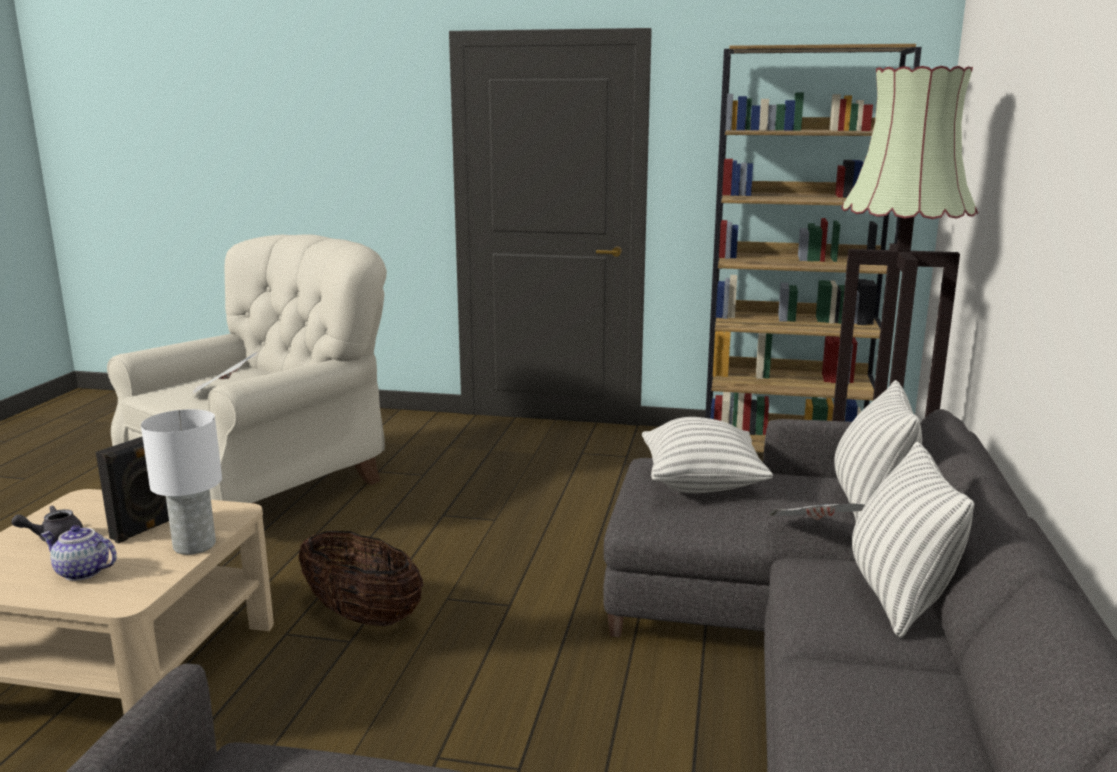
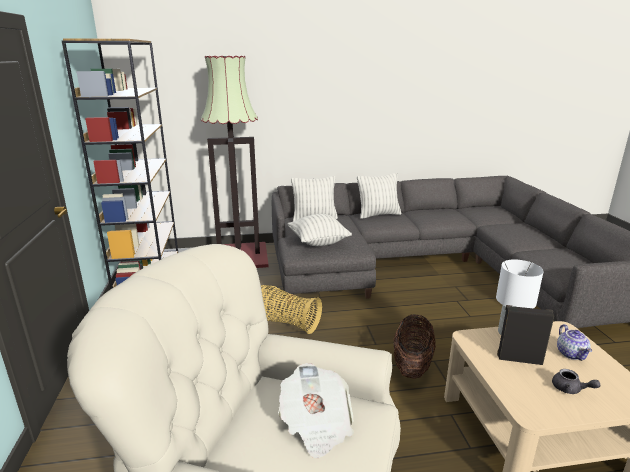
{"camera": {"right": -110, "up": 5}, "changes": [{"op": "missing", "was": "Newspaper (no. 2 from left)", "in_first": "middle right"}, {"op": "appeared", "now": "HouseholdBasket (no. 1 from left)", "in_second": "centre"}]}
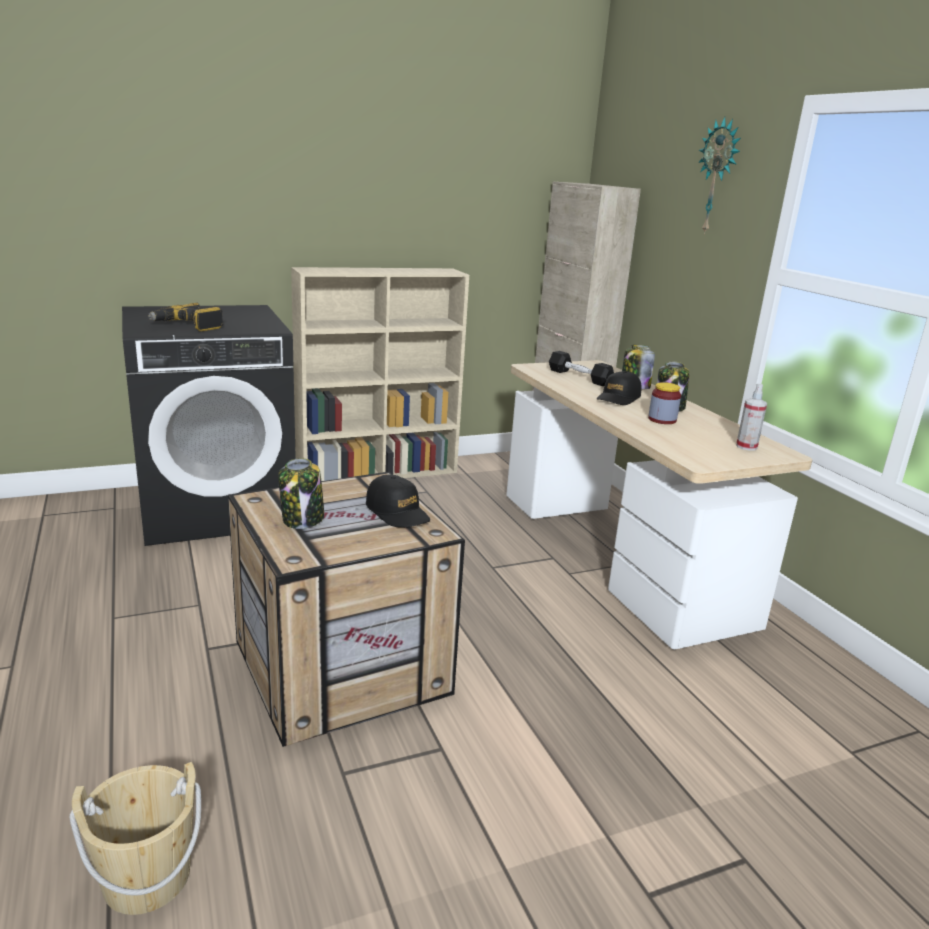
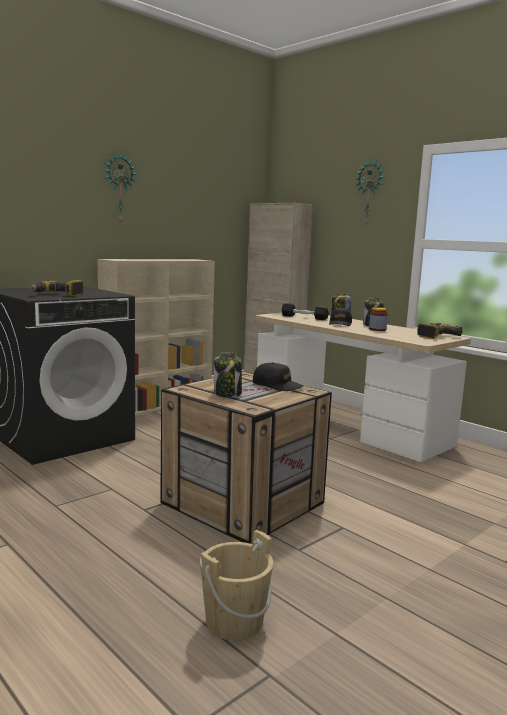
{"camera": {"right": -20, "up": -10}, "changes": [{"op": "appeared", "now": "HangingClock (no. 1 from left)", "in_second": "top left"}, {"op": "exchanged", "was": "SprayBottle", "now": "Drill (no. 2 from left)", "in_first": "middle right", "in_second": "middle right"}]}
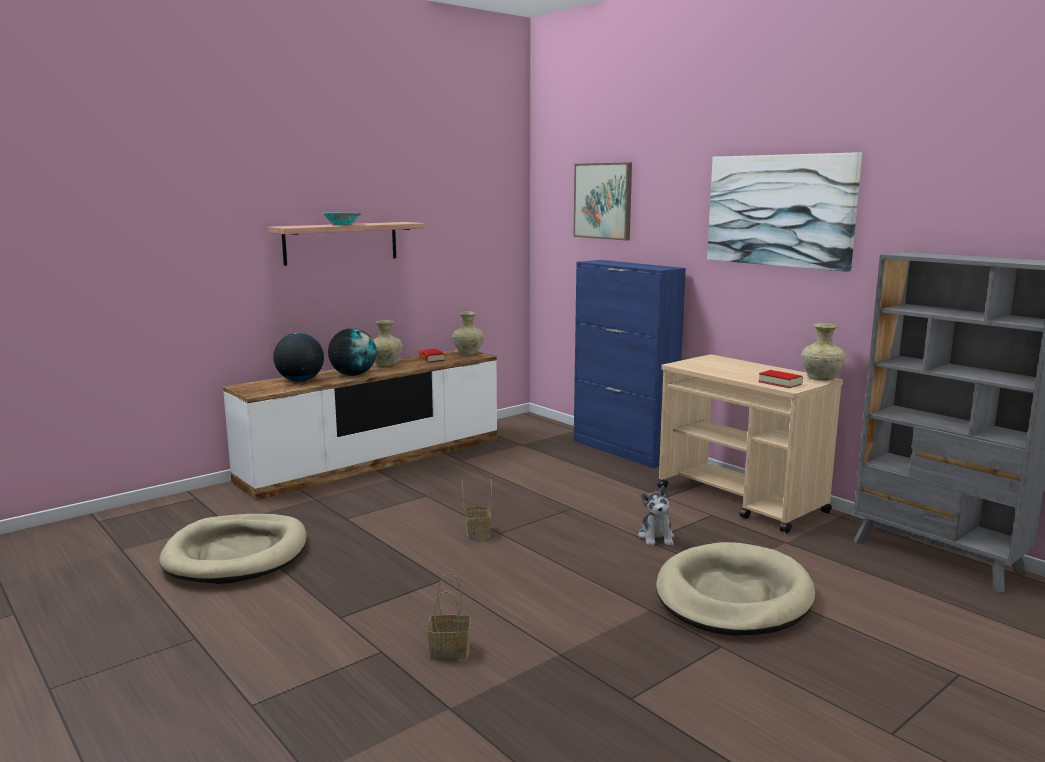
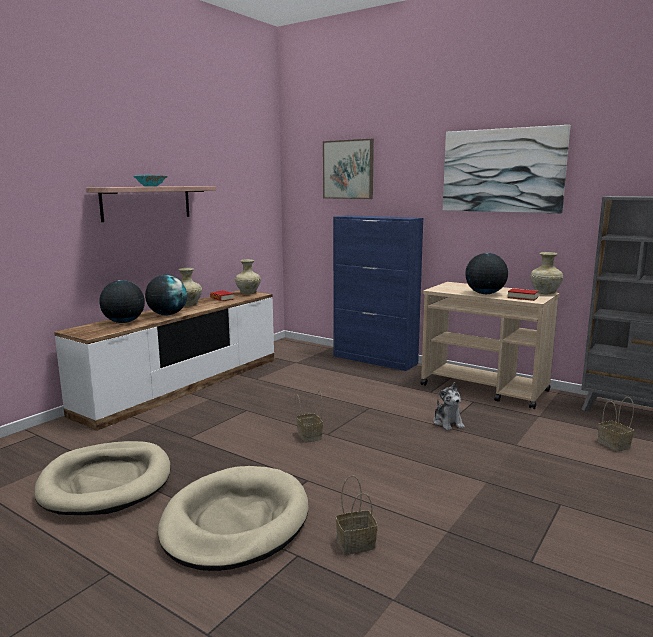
{"camera": {"right": -15, "up": 0}, "changes": [{"op": "appeared", "now": "WorldGlobe (no. 3 from left)", "in_second": "middle right"}, {"op": "appeared", "now": "HouseholdBasket (no. 3 from left)", "in_second": "middle right"}, {"op": "relocated", "was": "BeigeColouredPetBed (no. 2 from left)", "in_first": "bottom right", "in_second": "bottom centre"}]}
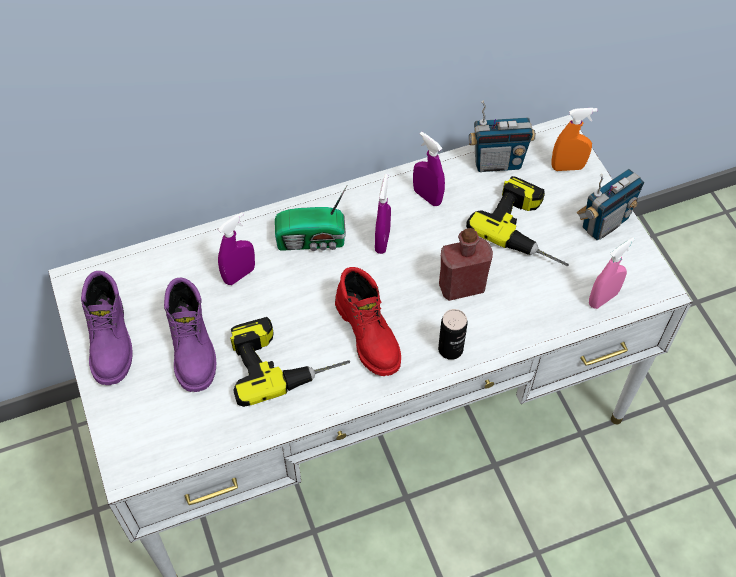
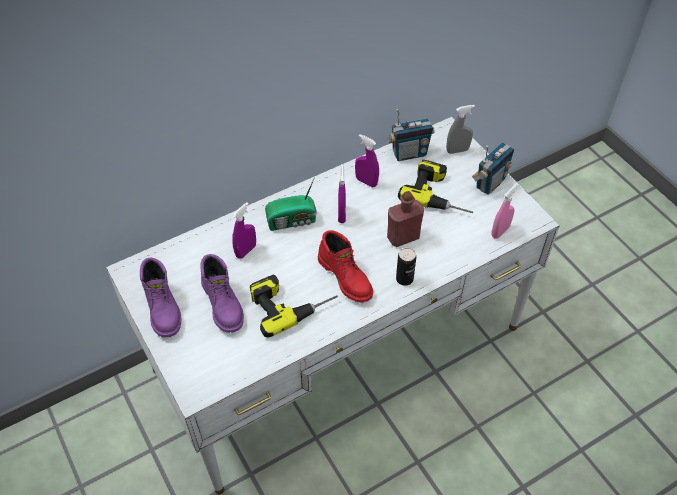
{"camera": {"right": -10, "up": -5}, "changes": [{"op": "colour", "was": "OrangeSprayBottle", "now": "GreySprayBottle", "in_first": "top right", "in_second": "top right"}]}
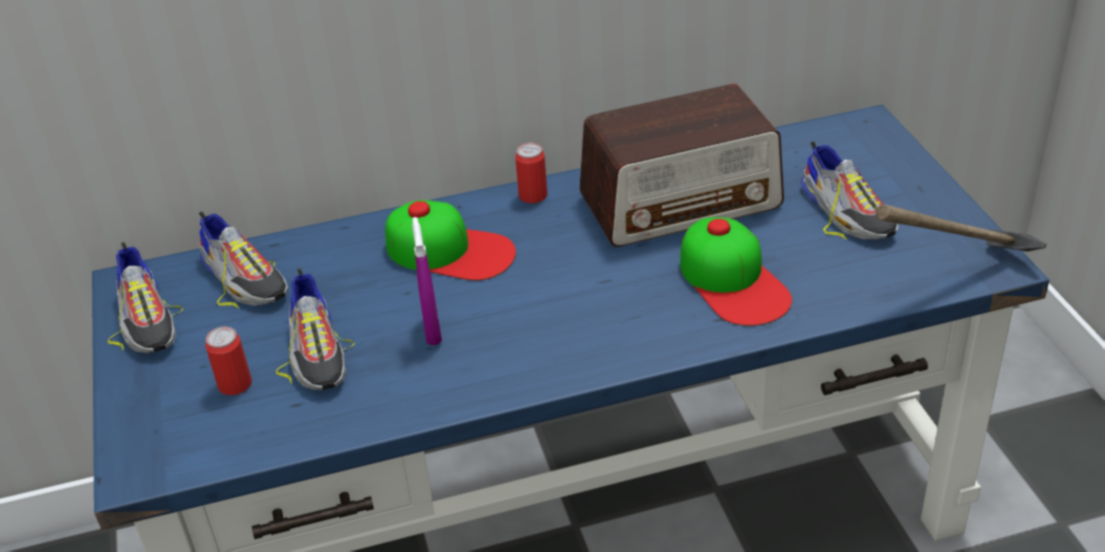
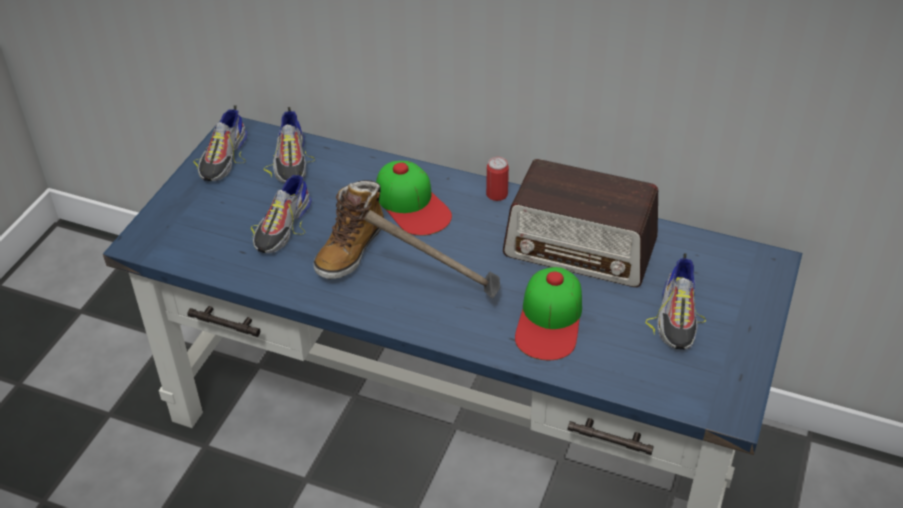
{"camera": {"right": 35, "up": 5}, "changes": [{"op": "missing", "was": "MetalCan (no. 1 from left)", "in_first": "middle left"}, {"op": "relocated", "was": "ToolHammer", "in_first": "middle right", "in_second": "centre"}, {"op": "exchanged", "was": "PurplishSprayBottle", "now": "HighTopBoot", "in_first": "centre", "in_second": "centre"}]}
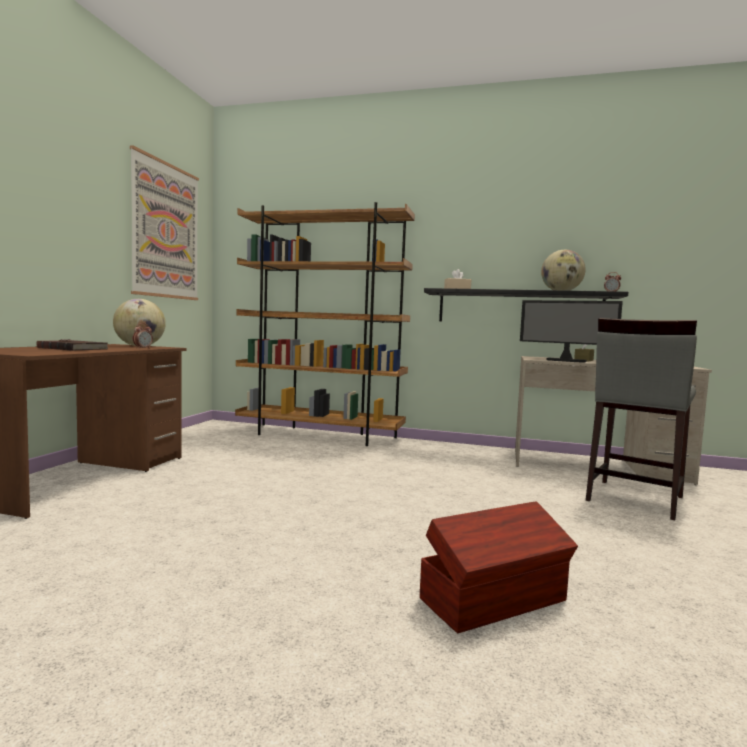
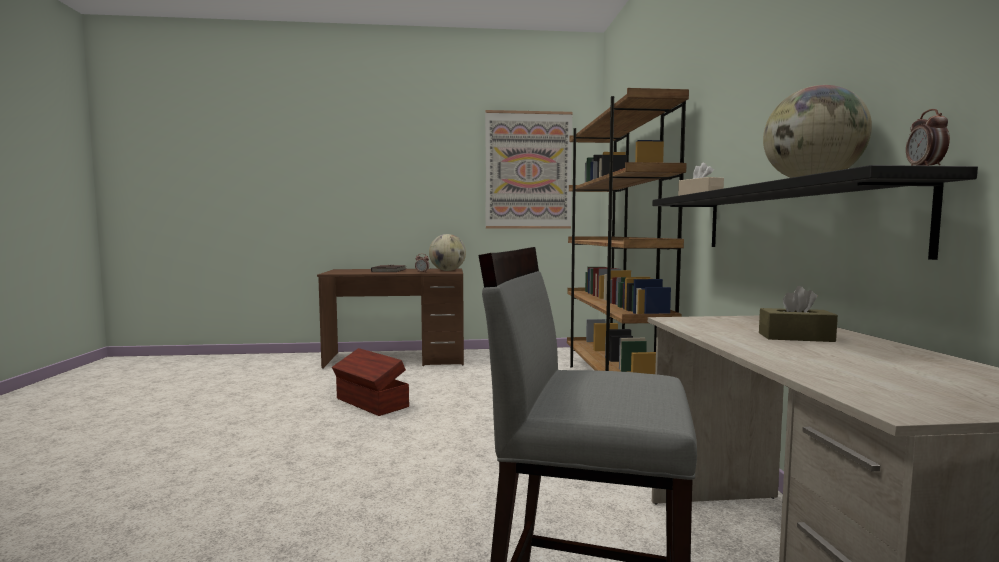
{"camera": {"right": 70, "up": 0}, "changes": [{"op": "missing", "was": "ComputerDisplay", "in_first": "middle right"}, {"op": "relocated", "was": "BrownStorageBox", "in_first": "bottom right", "in_second": "bottom centre"}]}
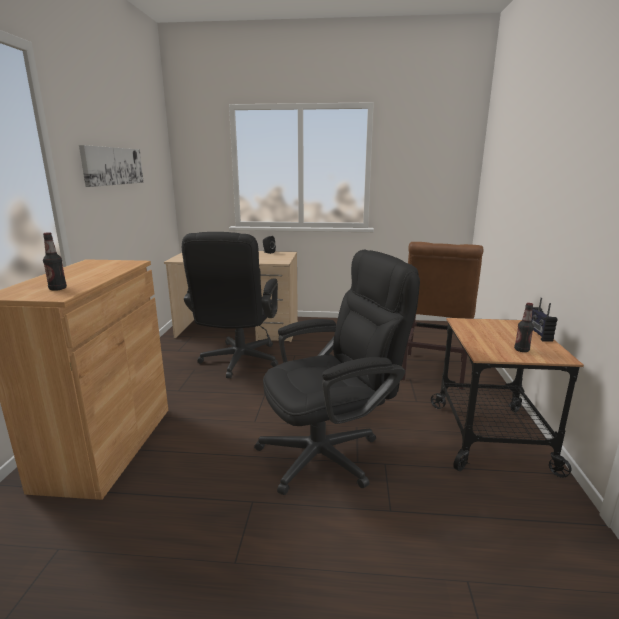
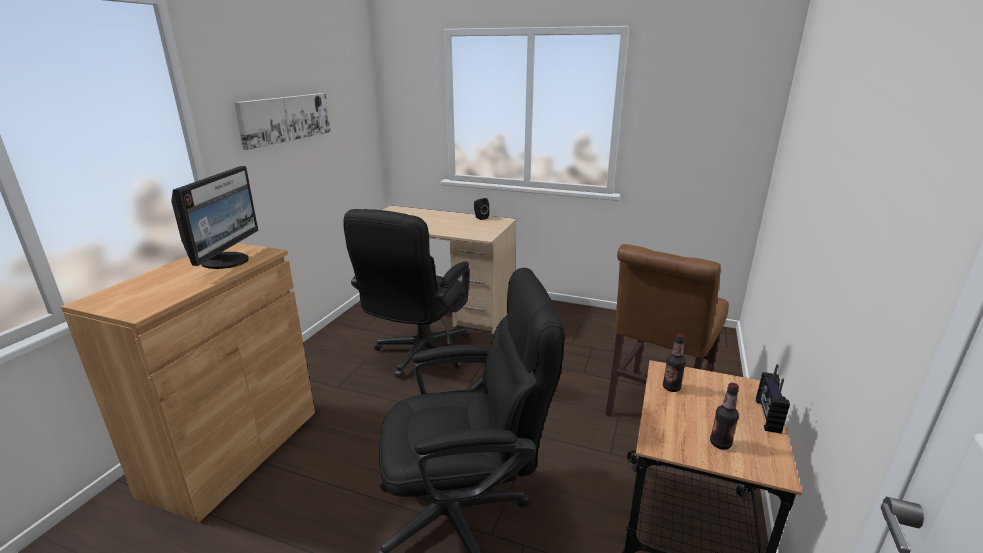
{"camera": {"right": 15, "up": 5}, "changes": [{"op": "appeared", "now": "ComputerDisplay", "in_second": "middle left"}, {"op": "relocated", "was": "DrinkBottle (no. 1 from left)", "in_first": "middle left", "in_second": "middle right"}]}
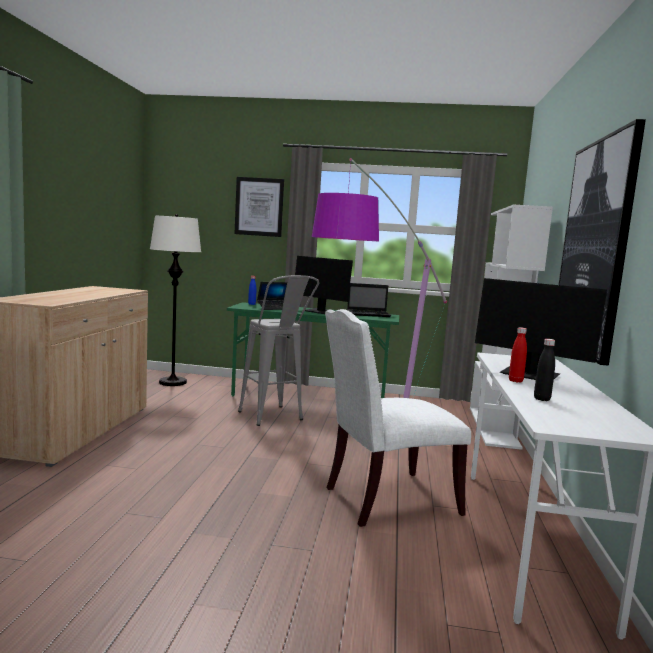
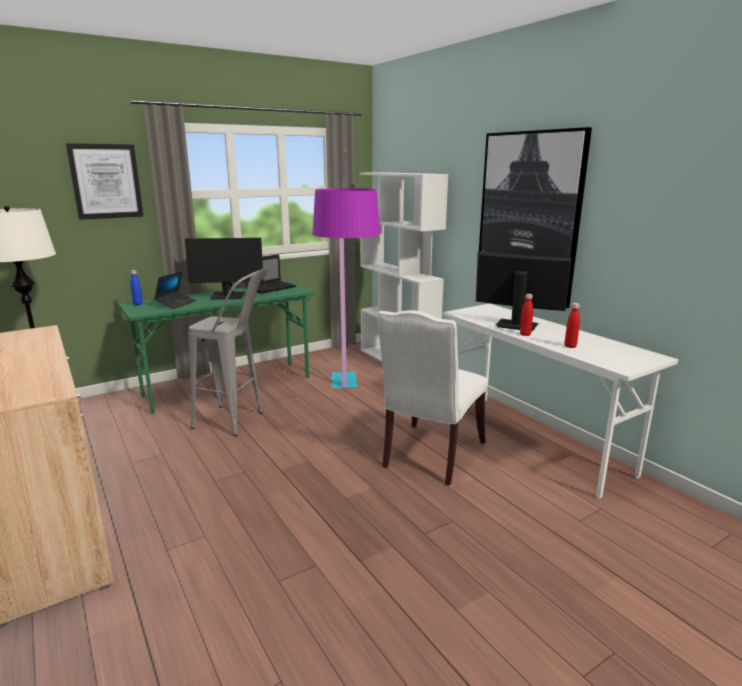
{"camera": {"right": -40, "up": 10}, "changes": [{"op": "colour", "was": "BlackishDrinkBottle", "now": "ReddishDrinkBottle (no. 2 from left)", "in_first": "middle right", "in_second": "middle right"}, {"op": "spun", "was": "ComputerDisplay (no. 2 from left)", "in_first": "middle right", "in_second": "middle right", "clockwise": -150}]}
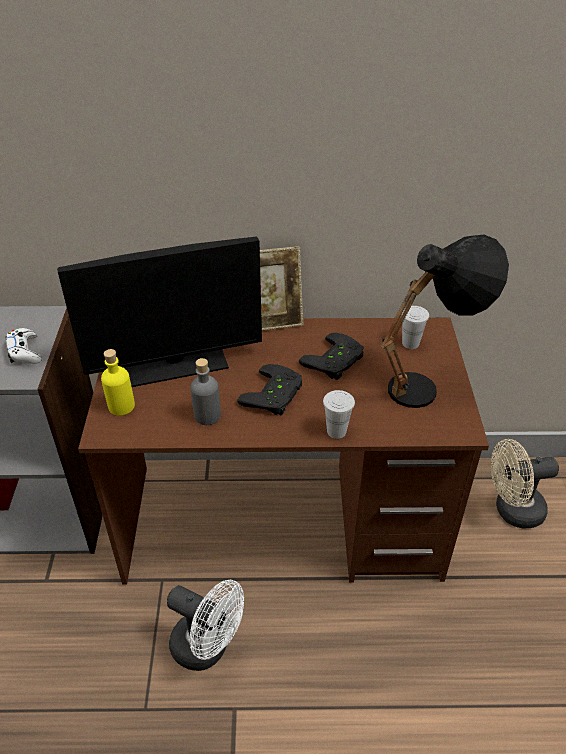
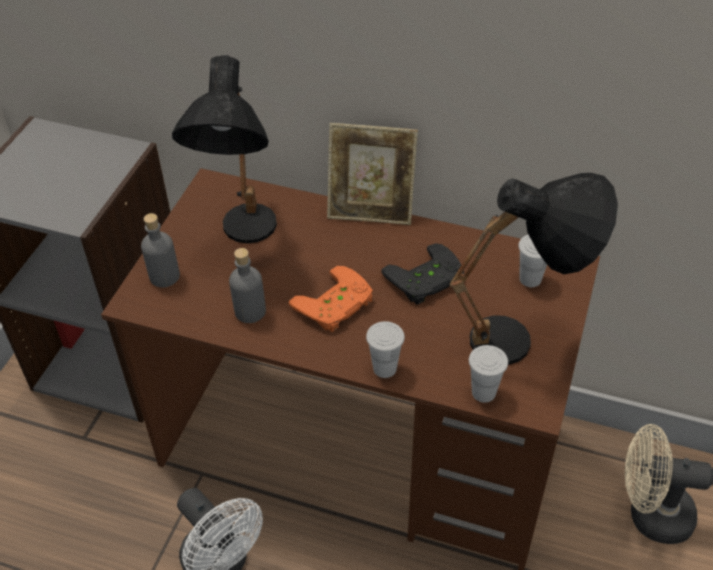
{"camera": {"right": 20, "up": 5}, "changes": [{"op": "missing", "was": "WhitishGameController", "in_first": "middle left"}, {"op": "appeared", "now": "WhitishCup (no. 2 from left)", "in_second": "middle right"}, {"op": "exchanged", "was": "ComputerDisplay", "now": "BlackishTableLamp (no. 1 from left)", "in_first": "middle left", "in_second": "top left"}, {"op": "colour", "was": "YellowDrinkBottle", "now": "GreyDrinkBottle (no. 1 from left)", "in_first": "middle left", "in_second": "middle left"}, {"op": "colour", "was": "BlackishGameController (no. 1 from left)", "now": "OrangeGameController", "in_first": "centre", "in_second": "centre"}]}
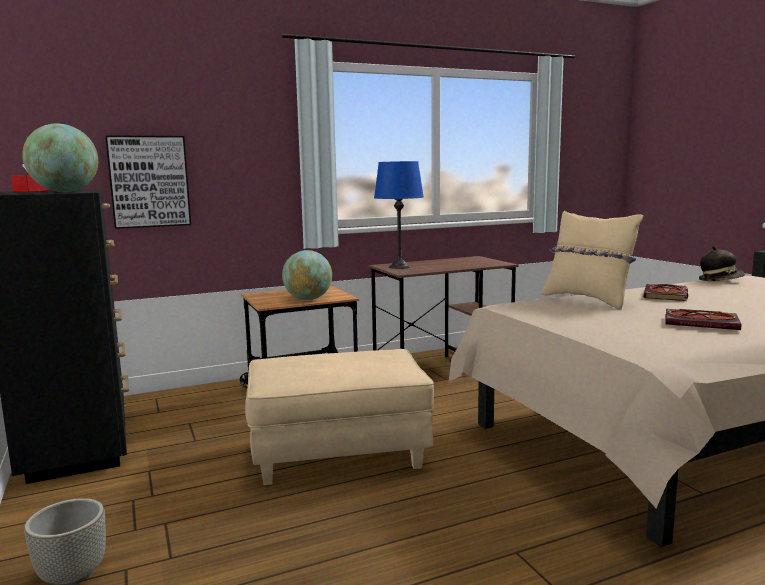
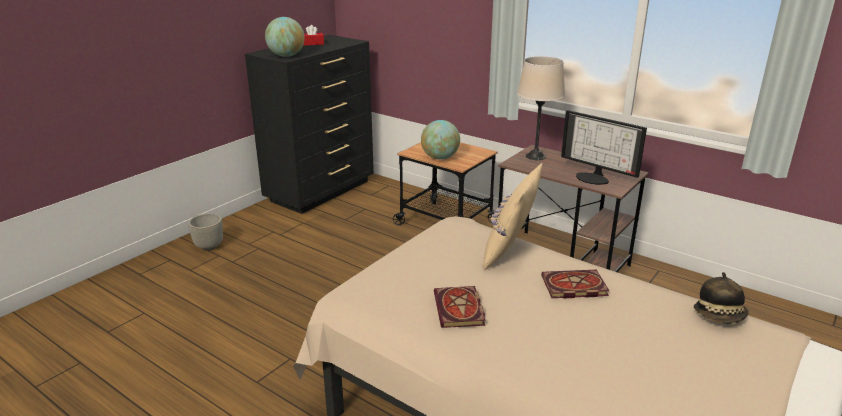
{"camera": {"right": 60, "up": 15}, "changes": [{"op": "missing", "was": "Picture", "in_first": "top left"}, {"op": "missing", "was": "BeigeColouredPouffe", "in_first": "bottom centre"}, {"op": "appeared", "now": "ComputerDisplay", "in_second": "middle right"}, {"op": "colour", "was": "BlueTableLamp", "now": "BeigeColouredTableLamp", "in_first": "centre", "in_second": "top centre"}]}
